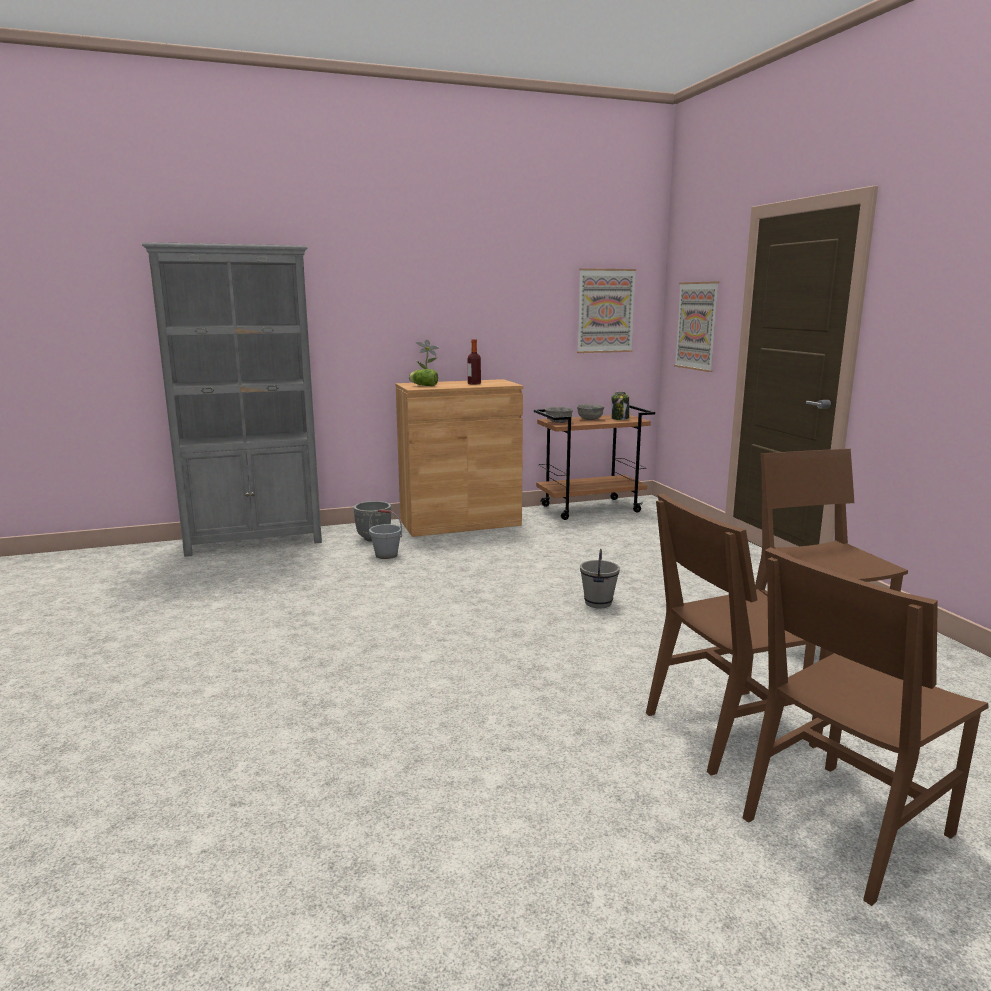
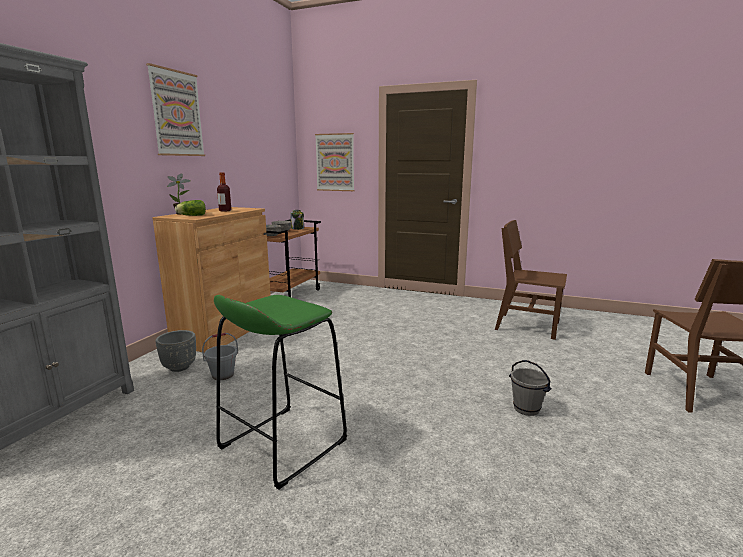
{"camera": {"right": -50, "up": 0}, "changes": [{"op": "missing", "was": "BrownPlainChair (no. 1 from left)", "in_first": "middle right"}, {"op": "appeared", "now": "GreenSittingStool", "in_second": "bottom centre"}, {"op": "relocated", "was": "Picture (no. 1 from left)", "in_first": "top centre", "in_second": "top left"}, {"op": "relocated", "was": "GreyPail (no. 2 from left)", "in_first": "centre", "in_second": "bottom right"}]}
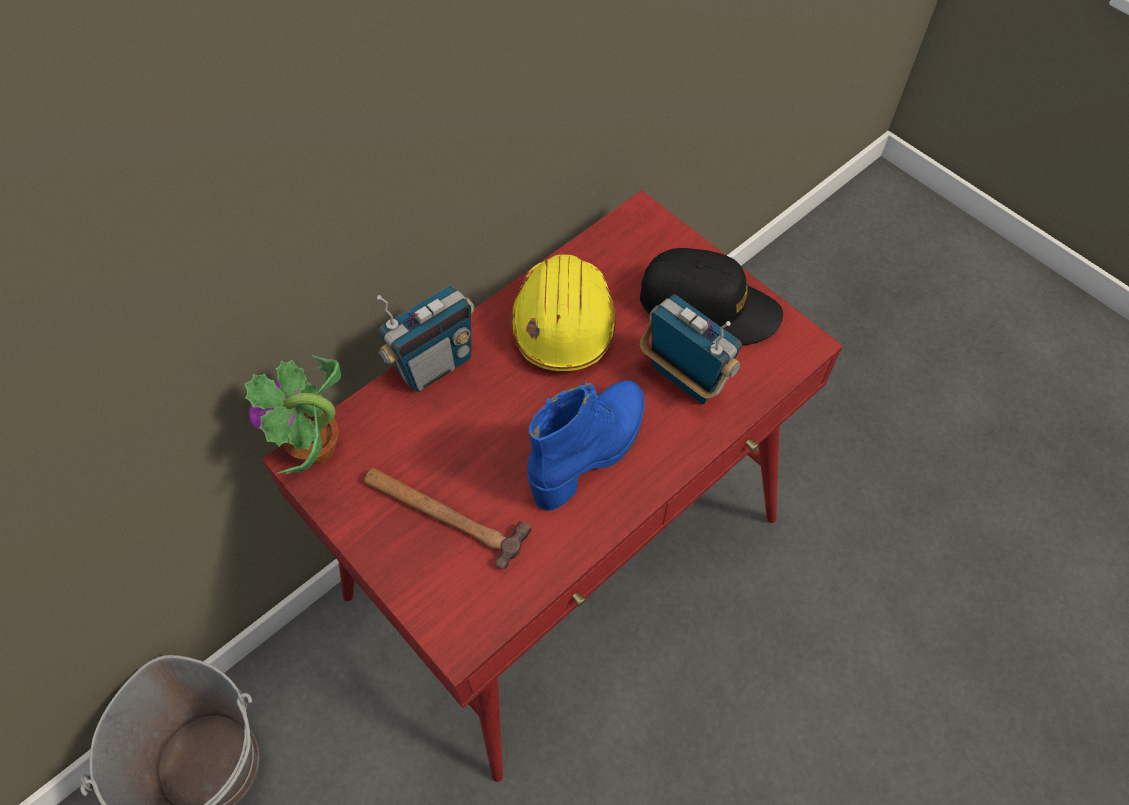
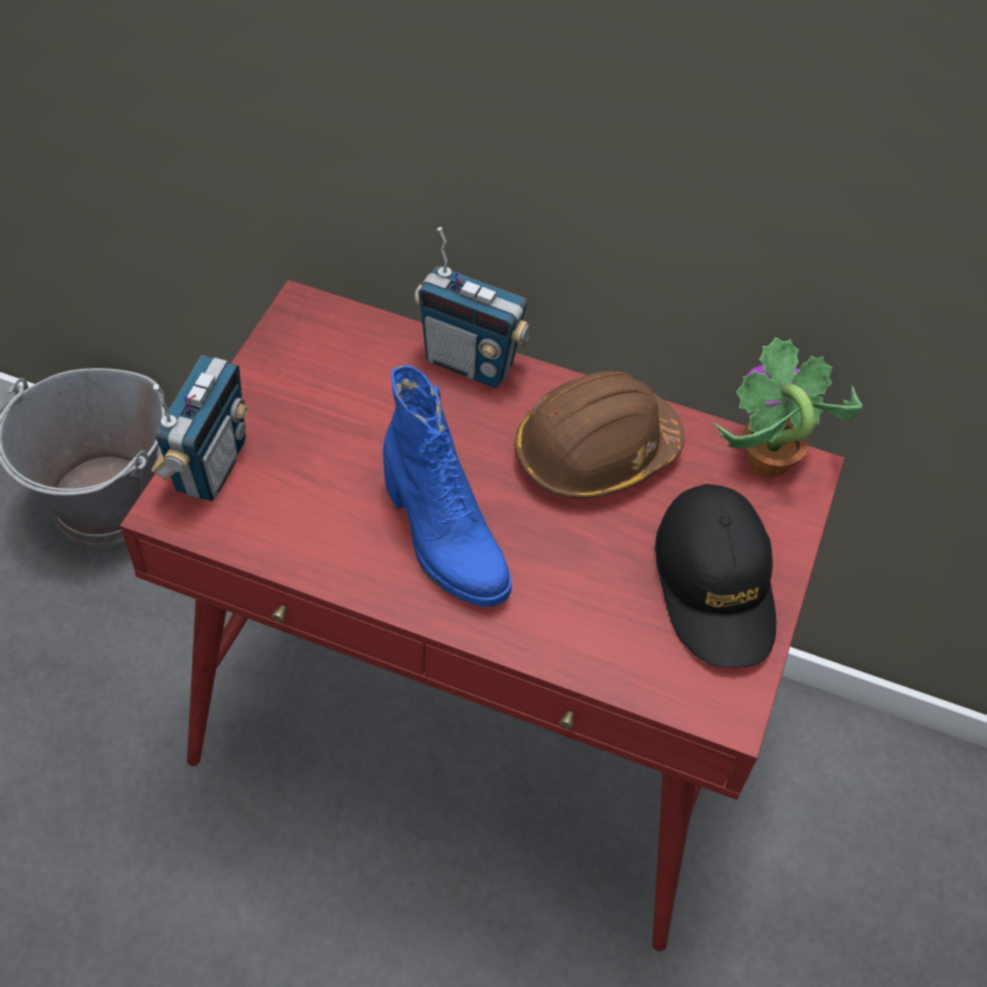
{"camera": {"right": 60, "up": -5}, "changes": [{"op": "missing", "was": "ToolHammer", "in_first": "centre"}, {"op": "relocated", "was": "PlantInAPot", "in_first": "middle left", "in_second": "middle right"}, {"op": "relocated", "was": "RadioSet (no. 2 from left in the first image)", "now": "RadioSet (no. 1 from left)", "in_first": "centre", "in_second": "middle left"}, {"op": "colour", "was": "YellowHardHat", "now": "BrownHardHat", "in_first": "centre", "in_second": "centre"}, {"op": "spun", "was": "BlueHighTopBoot", "in_first": "centre", "in_second": "centre", "clockwise": 45}]}
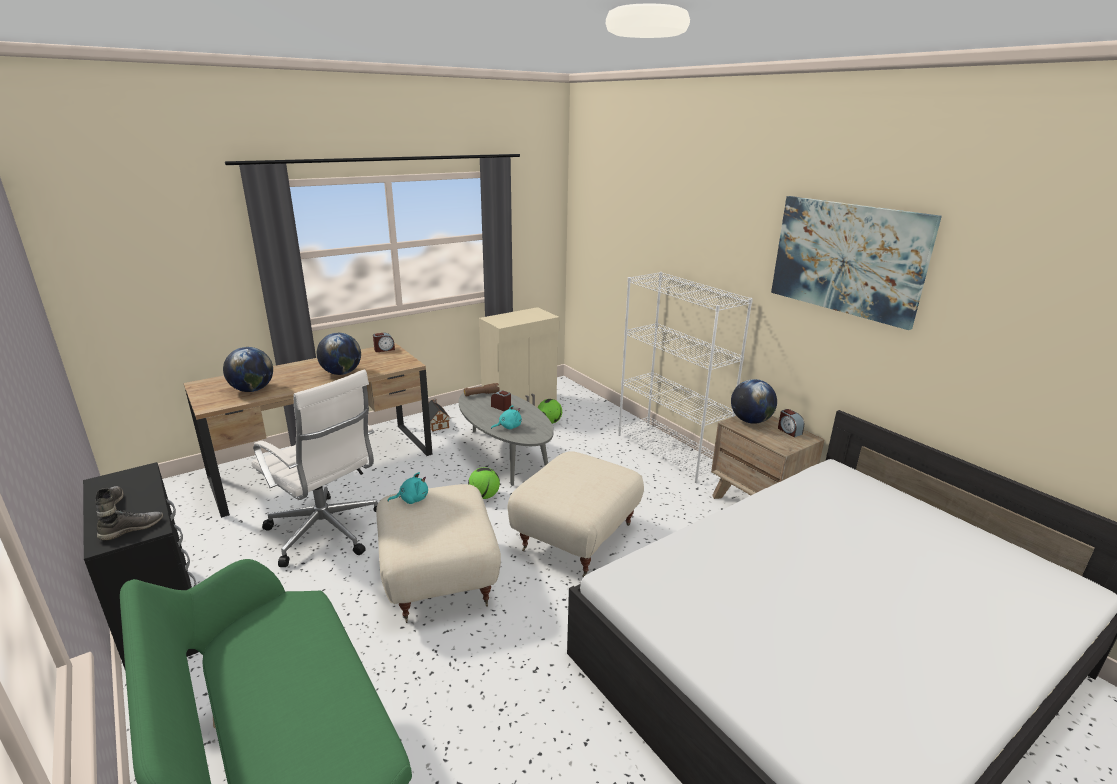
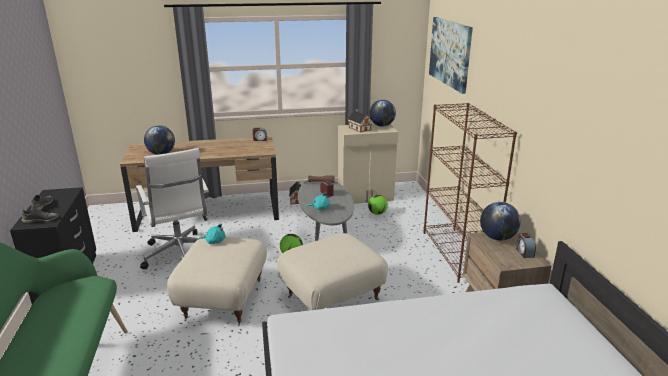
{"camera": {"right": 25, "up": 0}, "changes": [{"op": "appeared", "now": "MiniatureHouse (no. 2 from left)", "in_second": "top centre"}, {"op": "relocated", "was": "WorldGlobe (no. 2 from left)", "in_first": "middle left", "in_second": "top centre"}, {"op": "relocated", "was": "Picture", "in_first": "middle right", "in_second": "top right"}, {"op": "colour", "was": "WhitishBookshelf", "now": "BrownBookshelf", "in_first": "centre", "in_second": "middle right"}]}
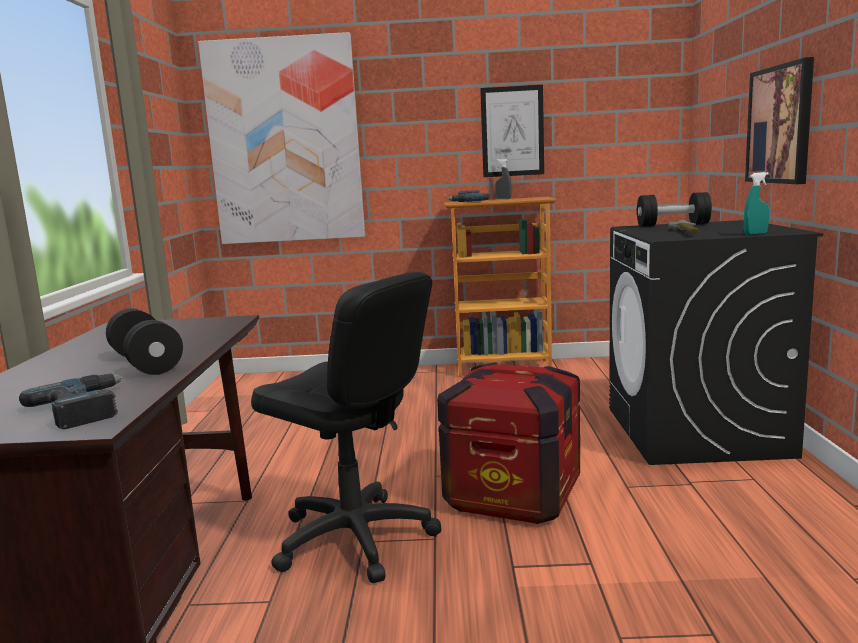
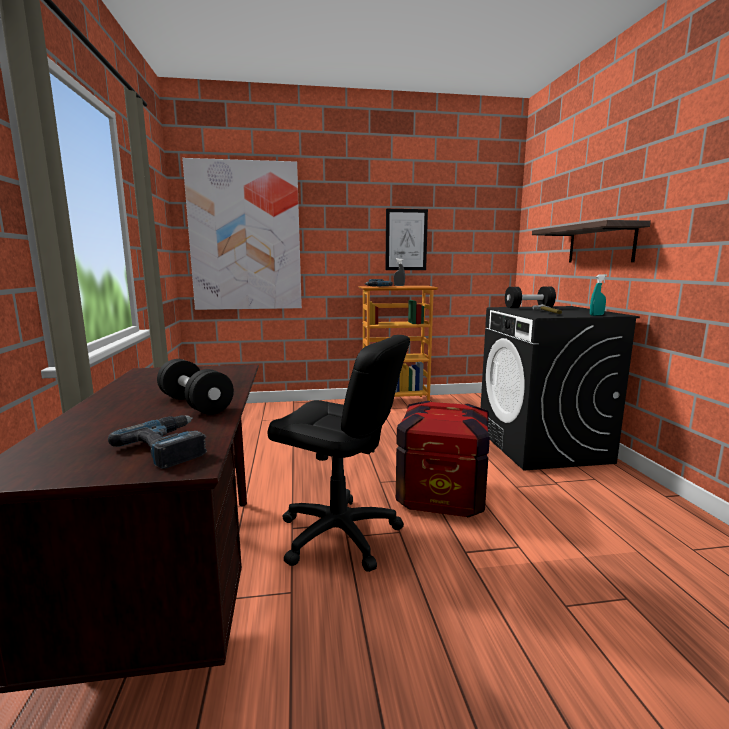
{"camera": {"right": -10, "up": 0}, "changes": [{"op": "exchanged", "was": "Picture (no. 3 from left)", "now": "Shelf", "in_first": "top right", "in_second": "top right"}]}
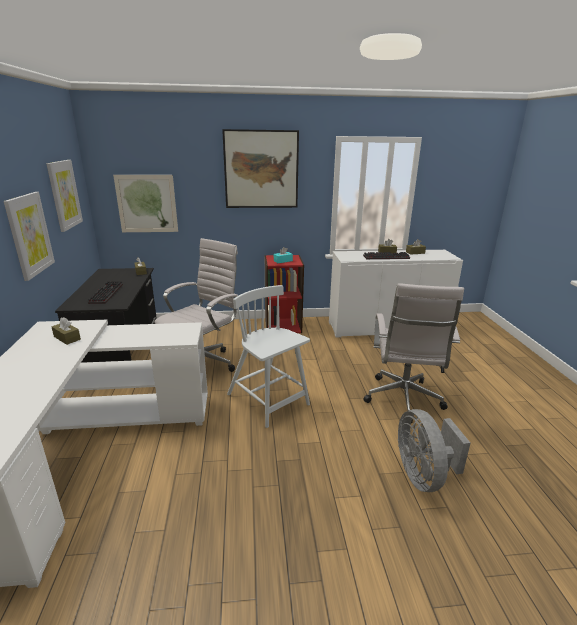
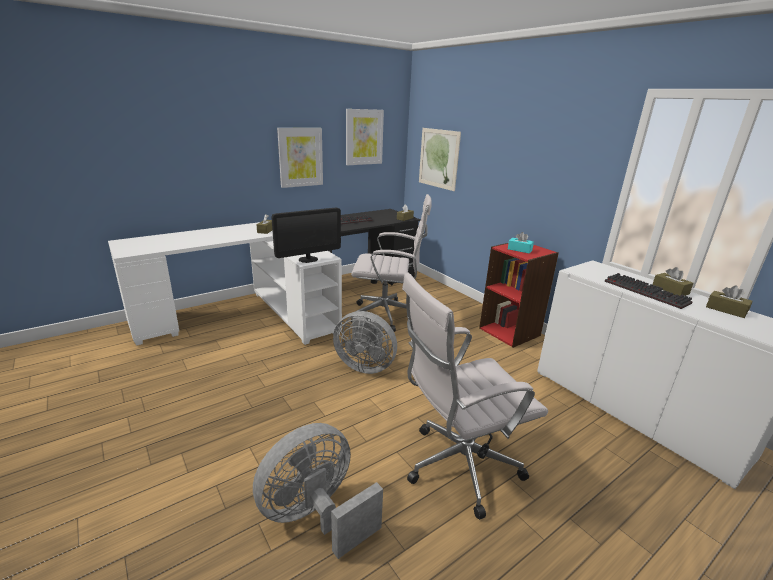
{"camera": {"right": 60, "up": 0}, "changes": [{"op": "missing", "was": "Picture (no. 4 from left)", "in_first": "top centre"}, {"op": "appeared", "now": "ComputerDisplay", "in_second": "centre"}, {"op": "exchanged", "was": "WhitishPlainChair", "now": "GreyCoolingFan (no. 2 from left)", "in_first": "centre", "in_second": "centre"}]}
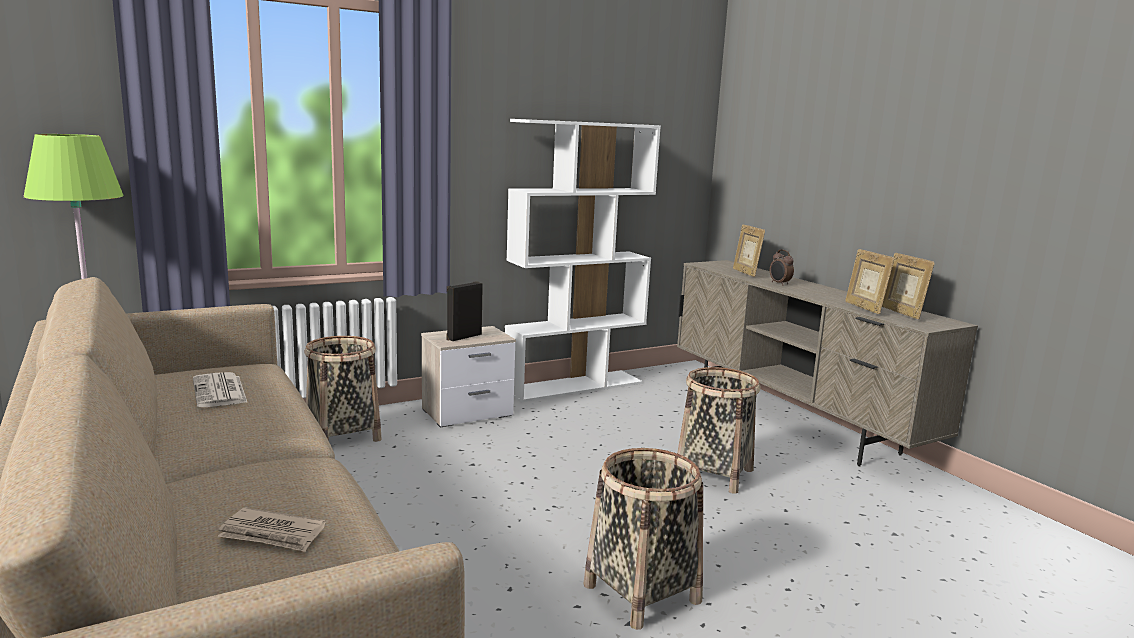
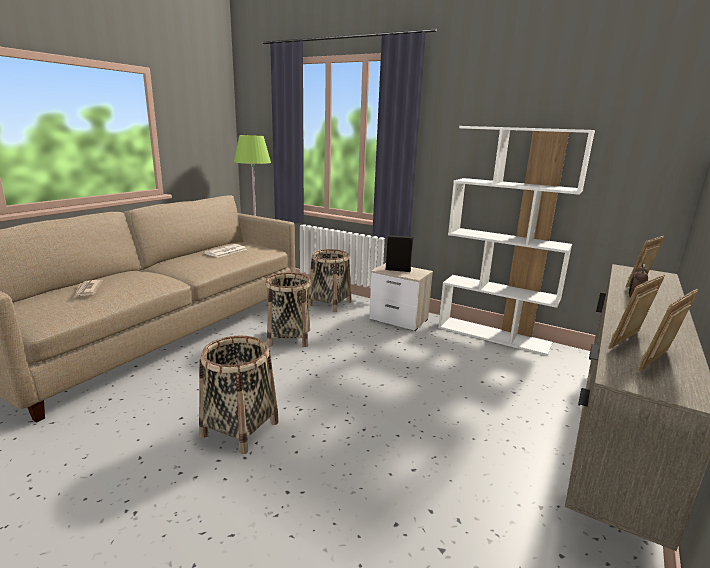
{"camera": {"right": 60, "up": 5}, "changes": [{"op": "relocated", "was": "HouseholdBasket (no. 3 from left in the first image)", "now": "HouseholdBasket (no. 2 from left)", "in_first": "bottom centre", "in_second": "centre"}]}
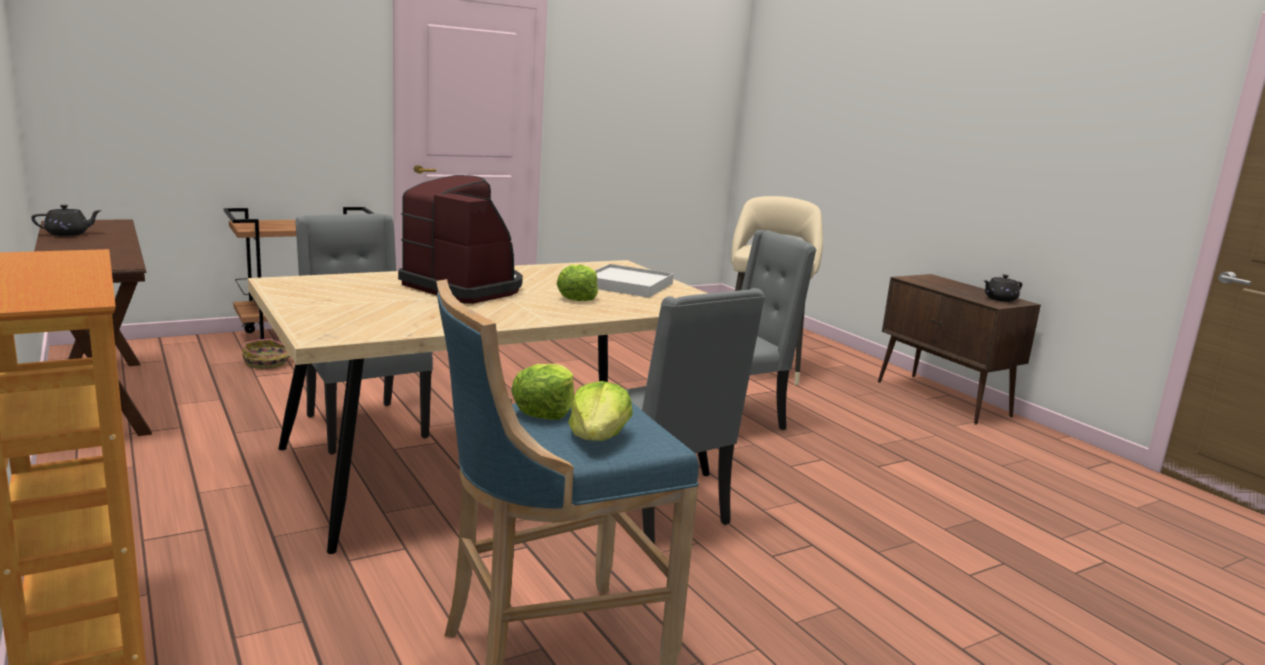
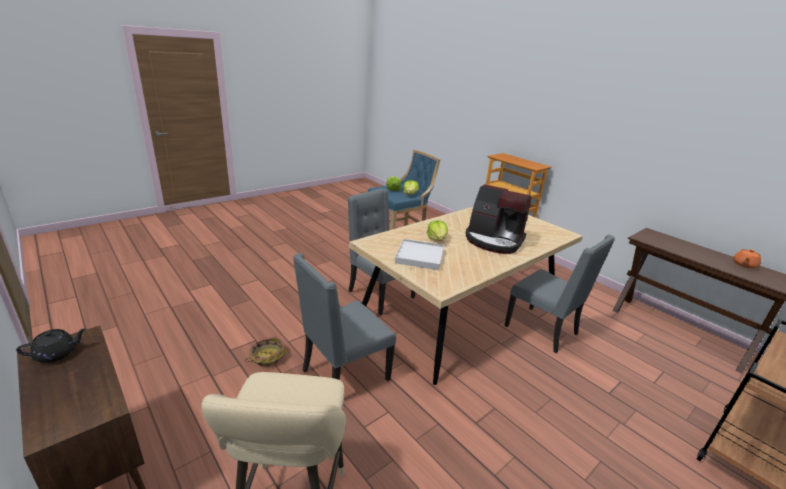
{"camera": {"right": 170, "up": 10}, "changes": [{"op": "relocated", "was": "HouseholdBasket", "in_first": "middle left", "in_second": "bottom centre"}, {"op": "colour", "was": "BlackishPotForTea (no. 1 from left)", "now": "OrangePotForTea", "in_first": "top left", "in_second": "middle right"}]}
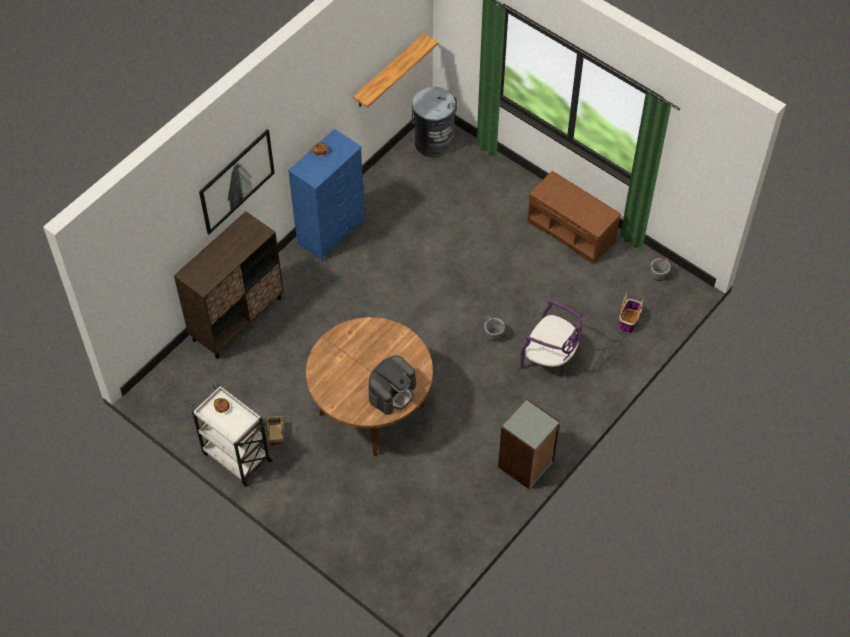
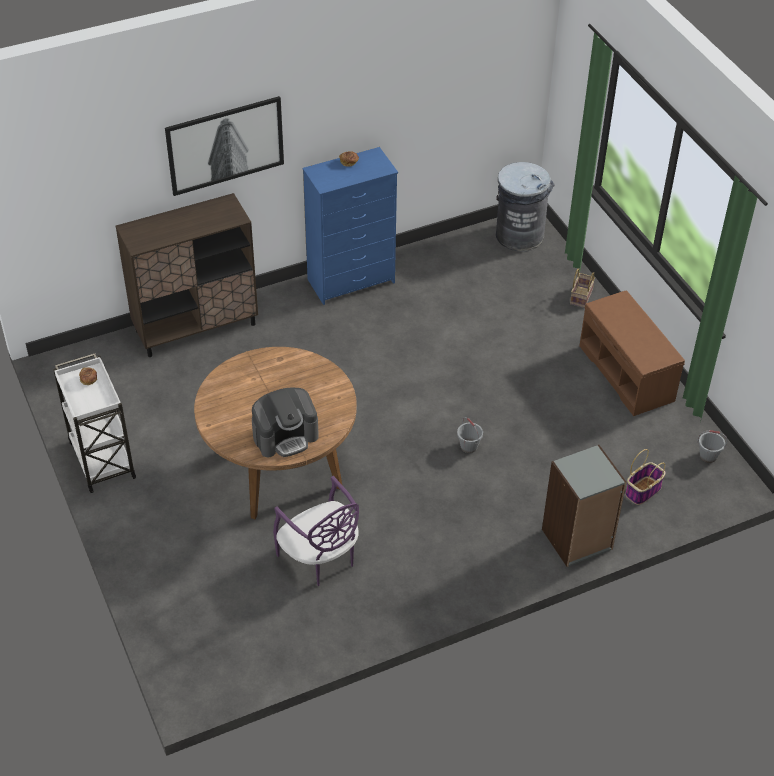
{"camera": {"right": 25, "up": -10}, "changes": [{"op": "missing", "was": "Shelf", "in_first": "top centre"}, {"op": "relocated", "was": "HouseholdBasket (no. 1 from left)", "in_first": "bottom left", "in_second": "middle right"}, {"op": "relocated", "was": "GreyBookshelf", "in_first": "bottom centre", "in_second": "middle right"}, {"op": "relocated", "was": "PurplishPlainChair", "in_first": "centre", "in_second": "bottom centre"}]}
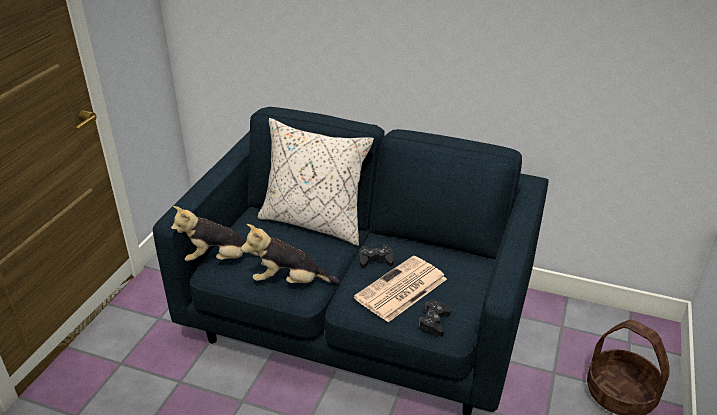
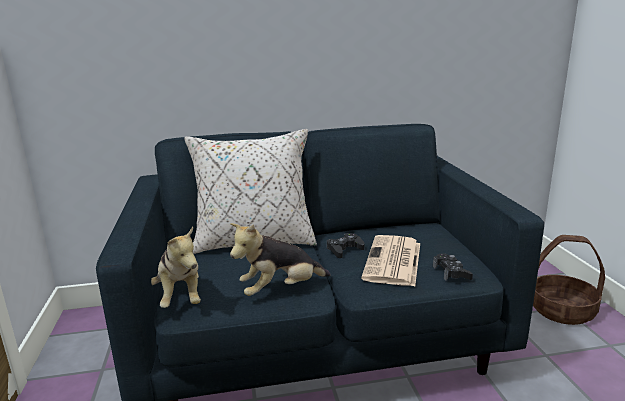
{"camera": {"right": -30, "up": -15}, "changes": [{"op": "spun", "was": "PlushToy (no. 1 from left)", "in_first": "middle left", "in_second": "middle left", "clockwise": -75}]}
